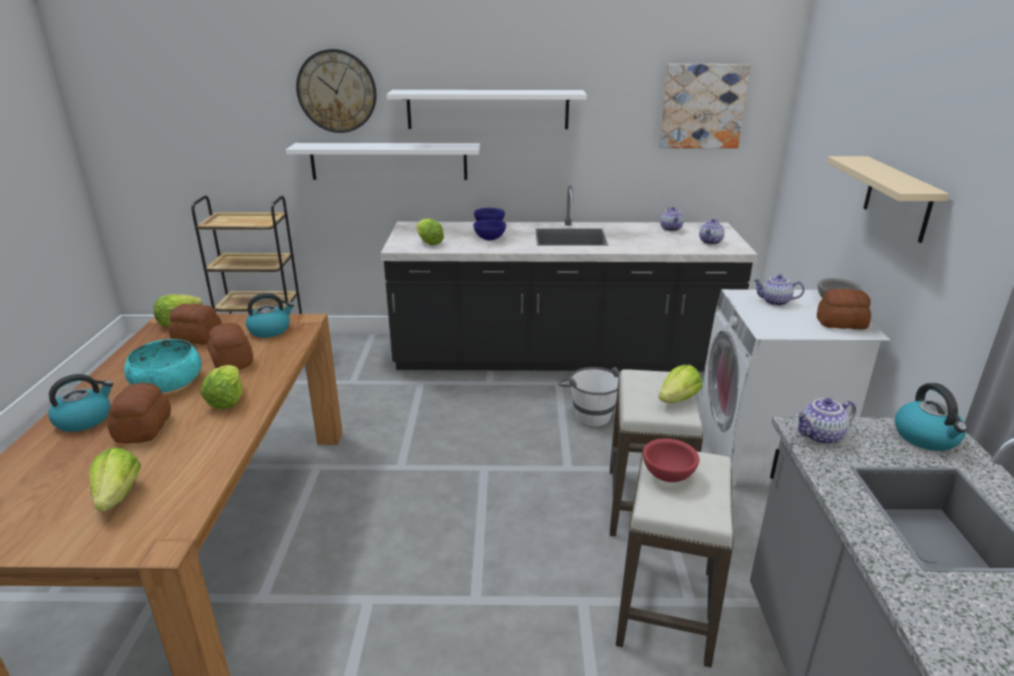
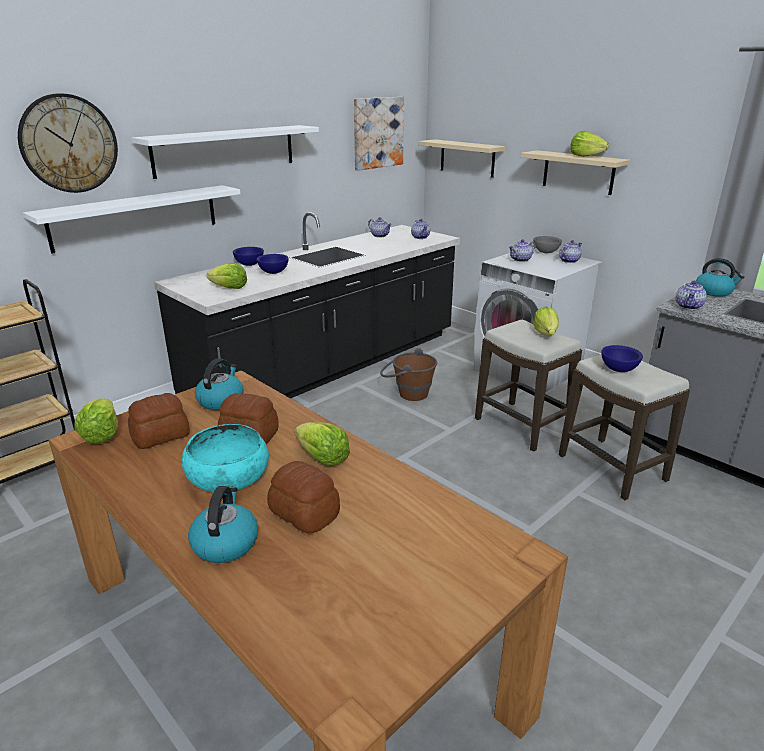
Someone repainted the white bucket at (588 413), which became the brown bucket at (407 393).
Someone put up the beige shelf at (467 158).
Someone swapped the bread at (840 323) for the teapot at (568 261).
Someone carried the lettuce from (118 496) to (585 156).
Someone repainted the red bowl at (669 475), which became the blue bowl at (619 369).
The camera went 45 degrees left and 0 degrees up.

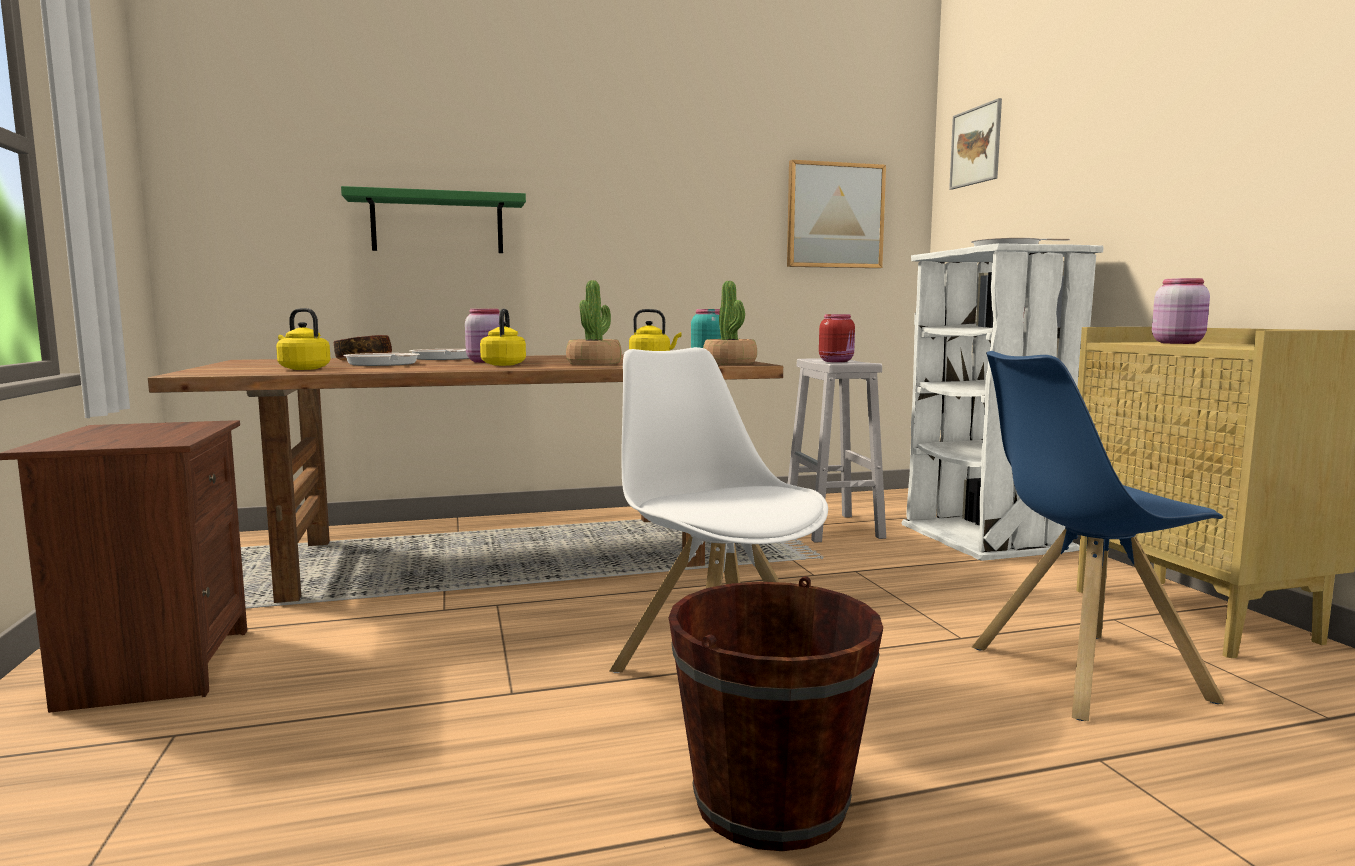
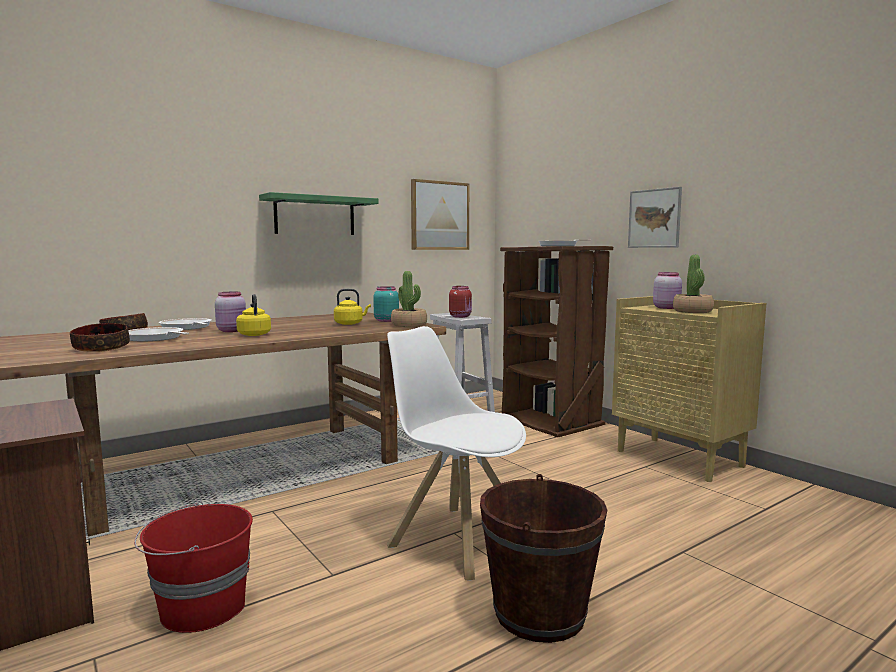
Someone swapped the yellow kettle at (302 369) for the bowl at (100 349).
Someone put down the red bucket at (201 608).
Someone carried the green shelf from (437 224) to (315 216).
Someone repainted the white bookcase at (986 537), which became the brown bookcase at (551 421).
Someone carried the picture from (975 146) to (654 218).
Someone carried the potted plant from (594 364) to (692 311).
Someone took away the blue chair at (1081 673).
The camera went 20 degrees left and 0 degrees up.

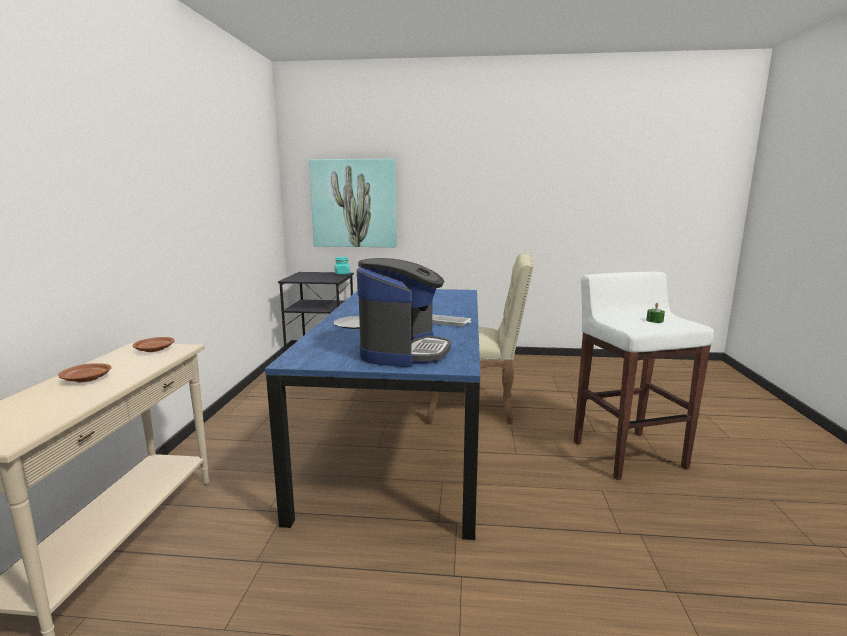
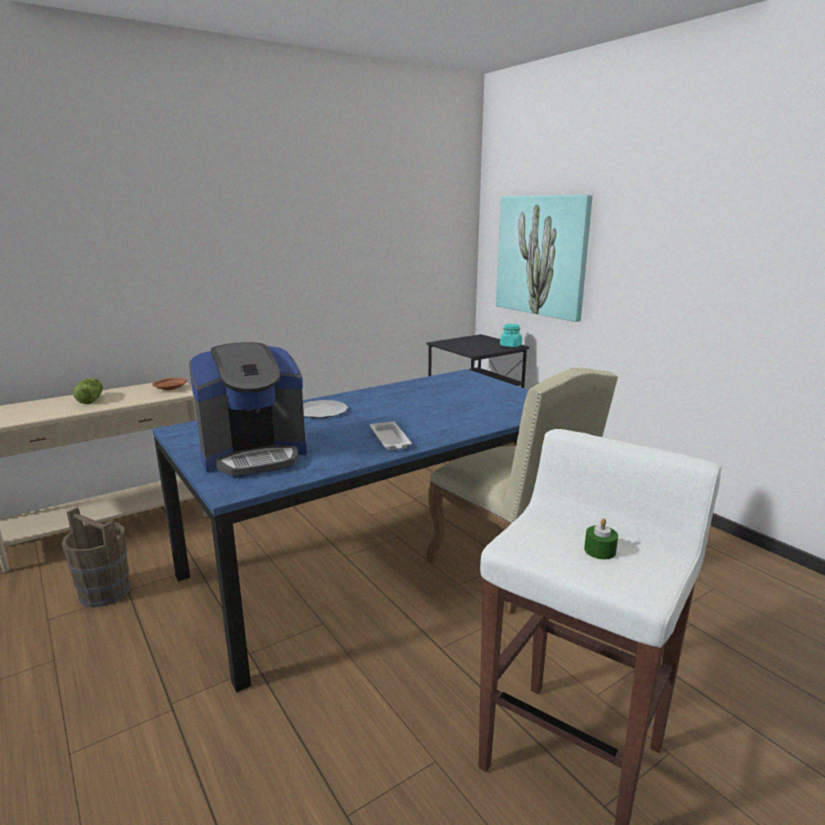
Someone put down the brown bucket at (105 592).
Someone swapped the brown plate at (87 379) for the lettuce at (92 399).
The camera went 50 degrees right and 5 degrees up.

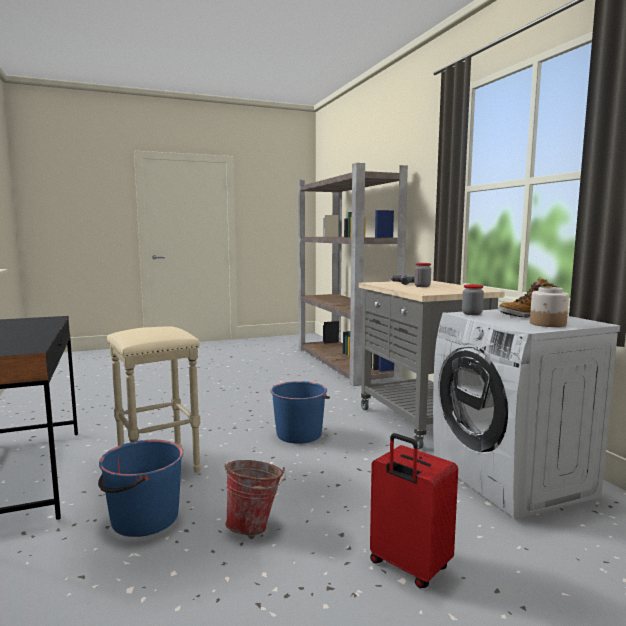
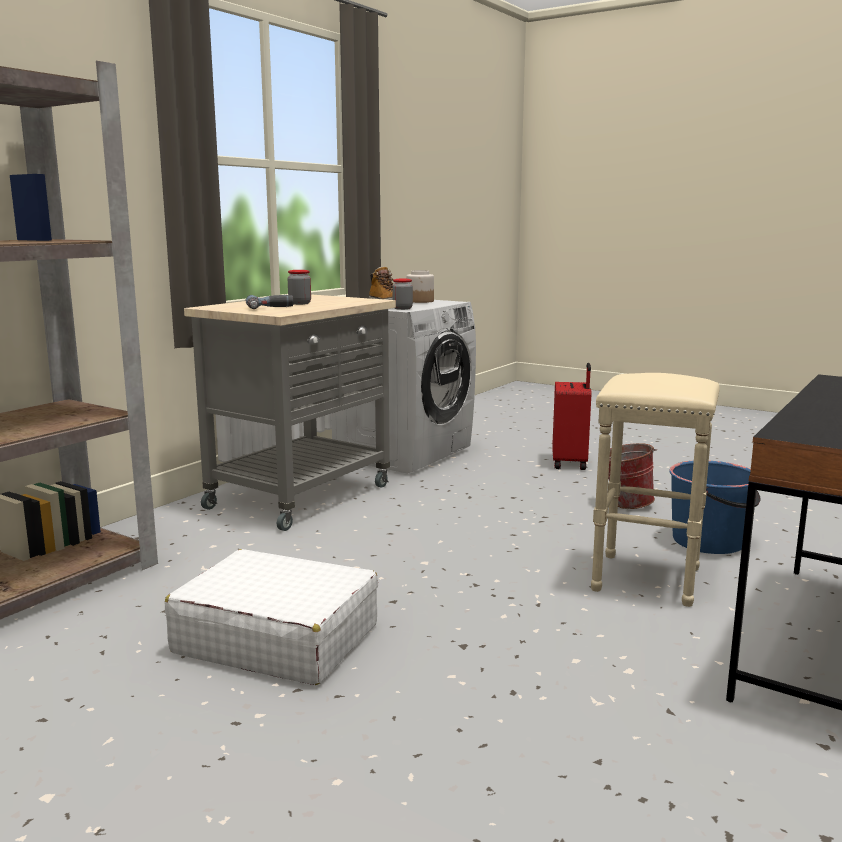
Someone put down the white suitcase at (276 638).
Someone took away the blue bucket at (299 434).
The camera went 125 degrees left and 5 degrees up.

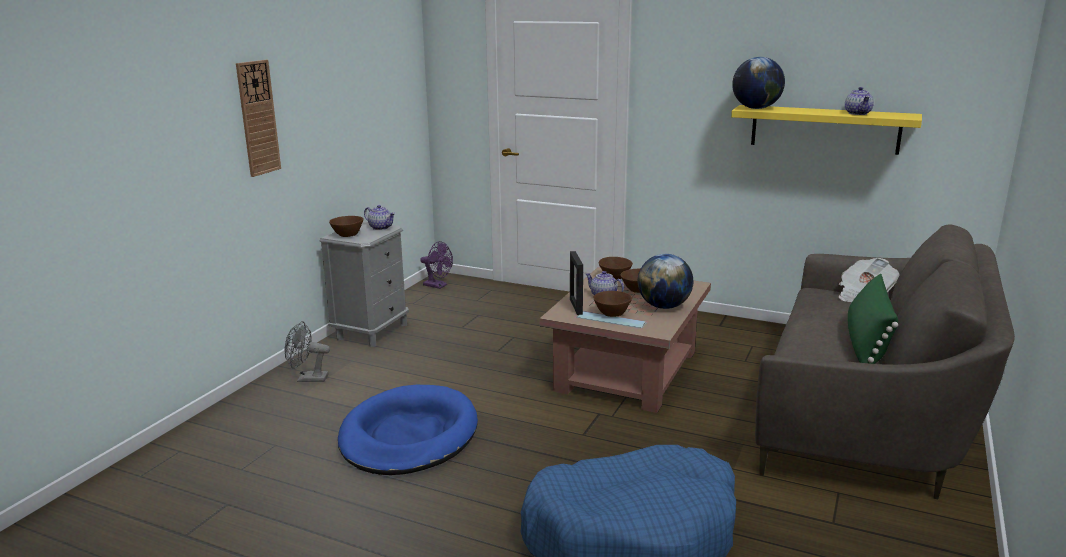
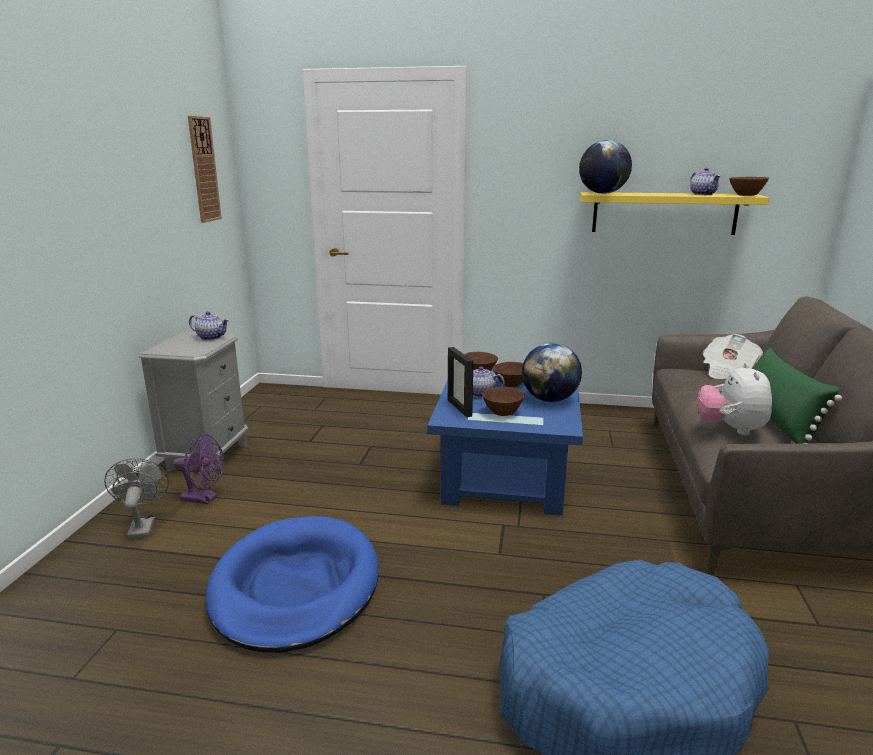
Someone rotated the grey fan at (307 379) by 90 degrees clockwise.
Someone carried the purple fan from (438 286) to (204 498).
Someone carried the wall clock from (258 118) to (204 169).
Someone repainted the brown coffee table at (627 371), which became the blue coffee table at (506 471).
Someone put down the plush toy at (730 429).
Someone carried the brown bowl from (347 234) to (745 195).
The camera went 15 degrees left and 0 degrees up.

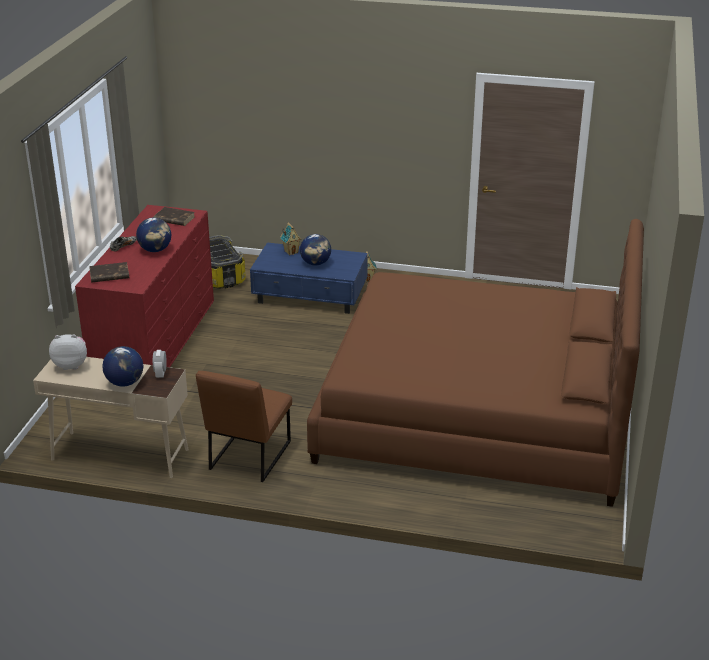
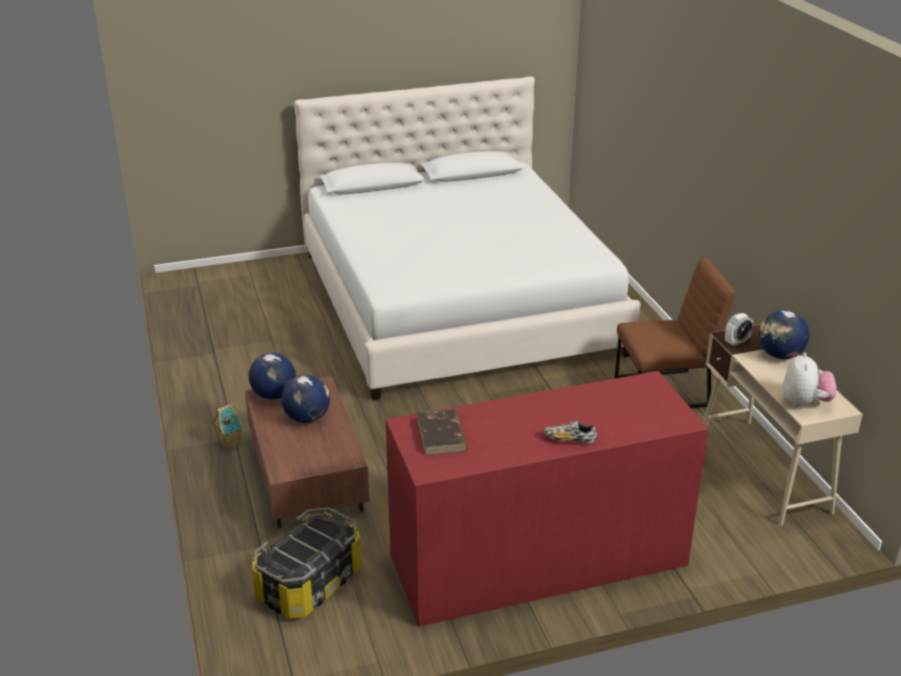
Someone repainted the blue coffee table at (311 295), which became the brown coffee table at (307 473).
Someone carried the globe from (155 250) to (274 395).
Someone repainted the brown bed at (477 411), which became the white bed at (457 301).
Someone rotated the plush toy at (71 365) by 135 degrees counterclockwise.
Someone took away the brown book at (109 275).
Someone took away the toy house at (291 252).
The camera went 120 degrees left and 0 degrees up.

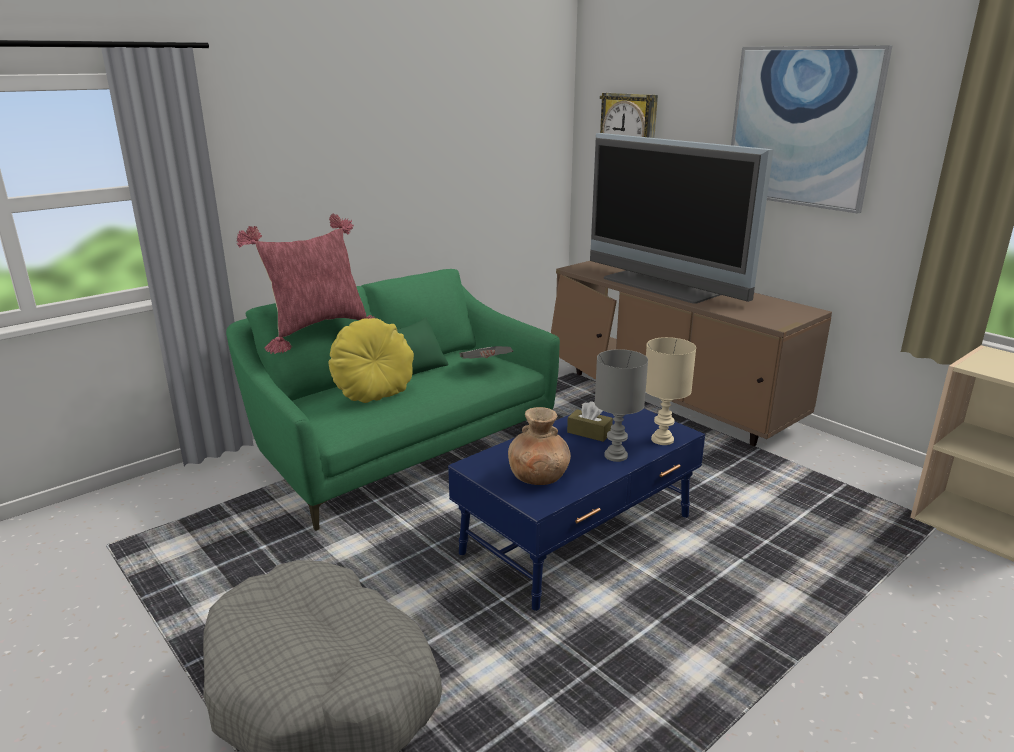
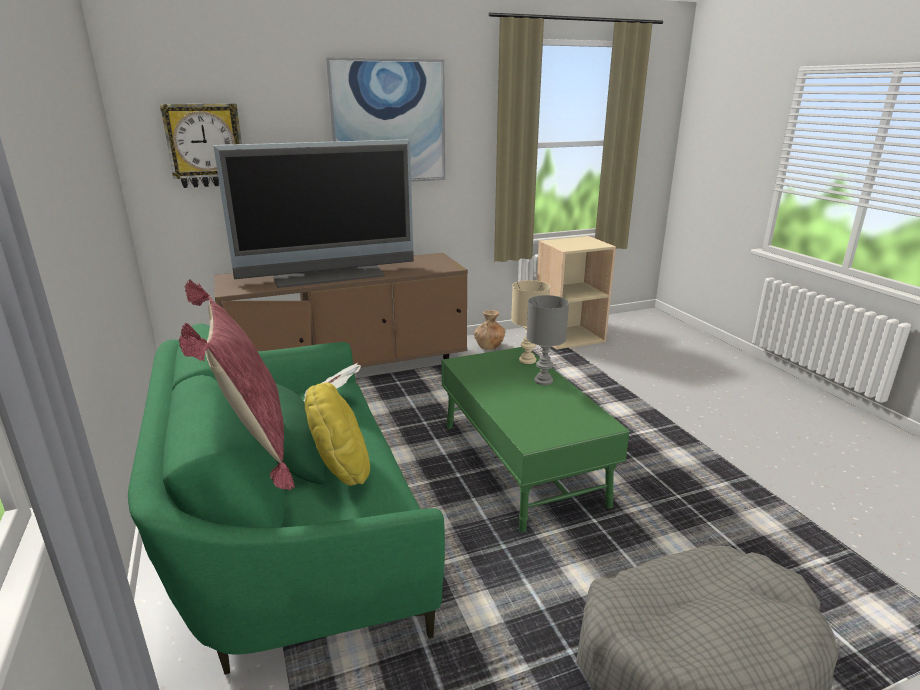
Someone repainted the blue coffee table at (578 534), which became the green coffee table at (520 463).
Someone carried the brown vase from (539 477) to (489 346).
Someone took away the brown tissue box at (589 433).
The camera went 70 degrees left and 0 degrees up.

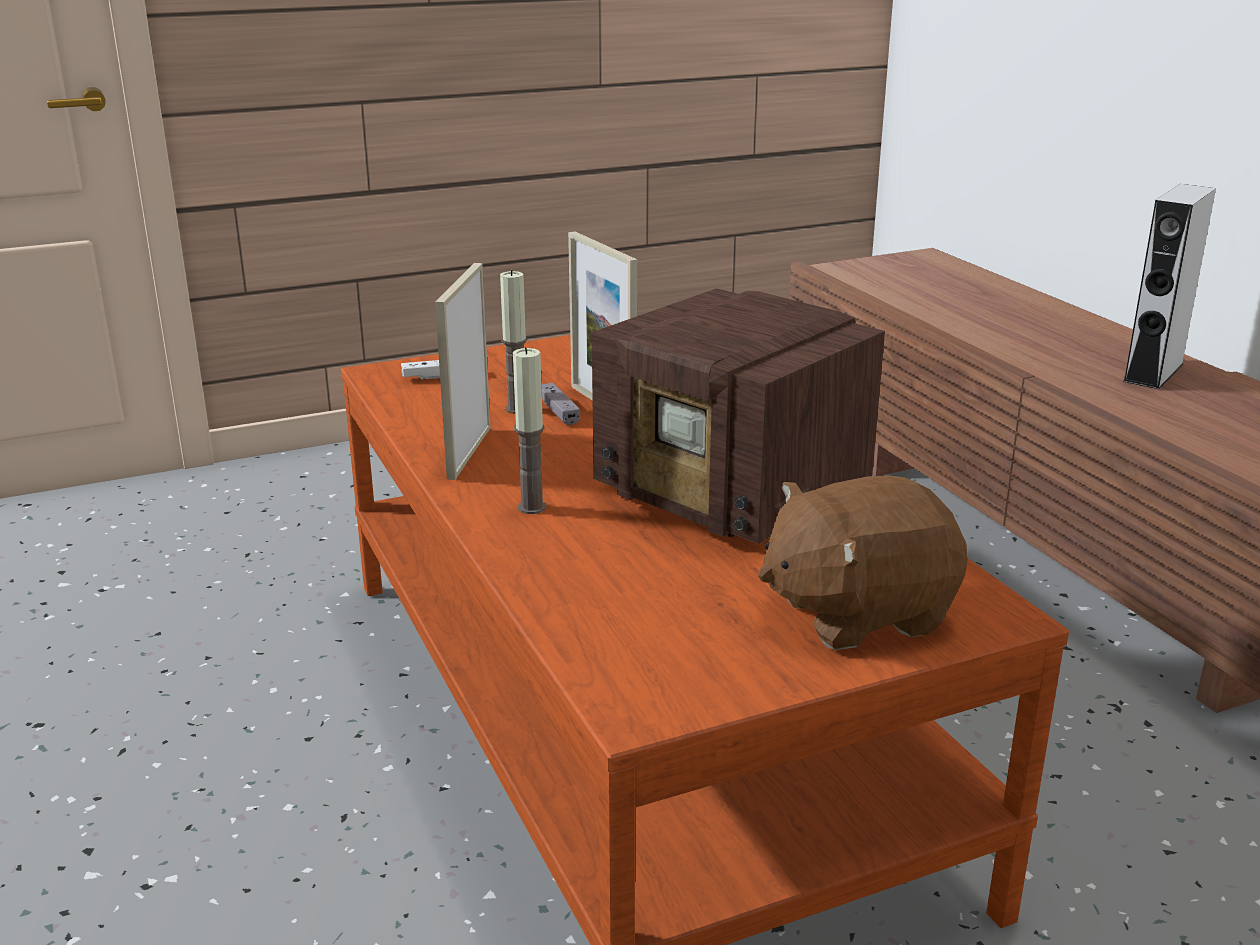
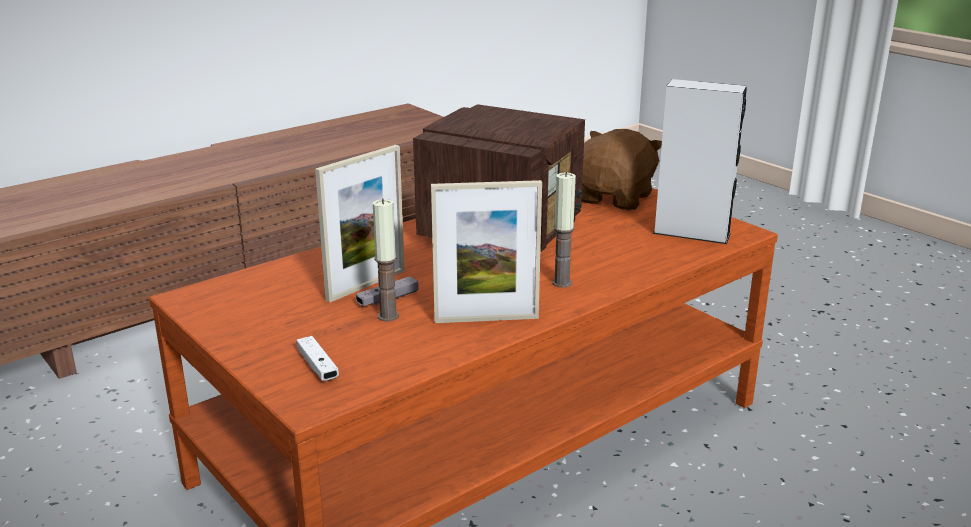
Someone rotated the brown plush toy at (856 612) by 120 degrees counterclockwise.
Someone carried the grey speaker from (1153 372) to (691 233).
The camera went 105 degrees left and 0 degrees up.

